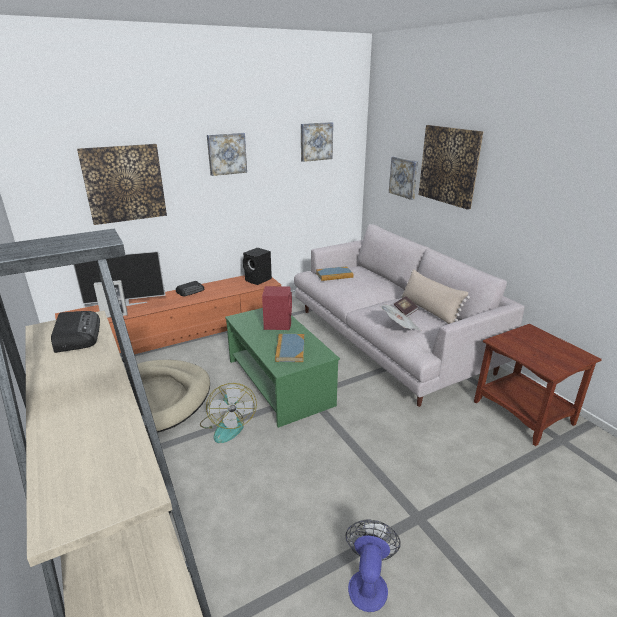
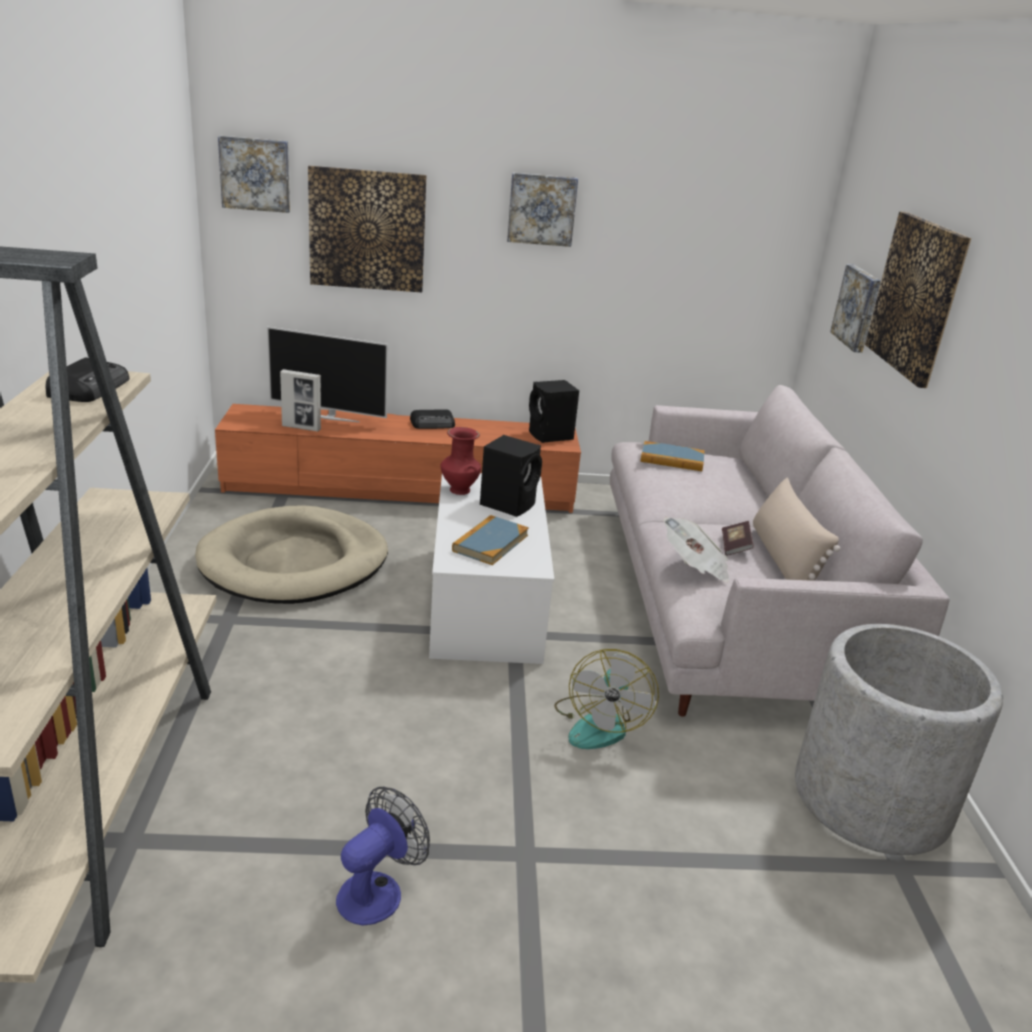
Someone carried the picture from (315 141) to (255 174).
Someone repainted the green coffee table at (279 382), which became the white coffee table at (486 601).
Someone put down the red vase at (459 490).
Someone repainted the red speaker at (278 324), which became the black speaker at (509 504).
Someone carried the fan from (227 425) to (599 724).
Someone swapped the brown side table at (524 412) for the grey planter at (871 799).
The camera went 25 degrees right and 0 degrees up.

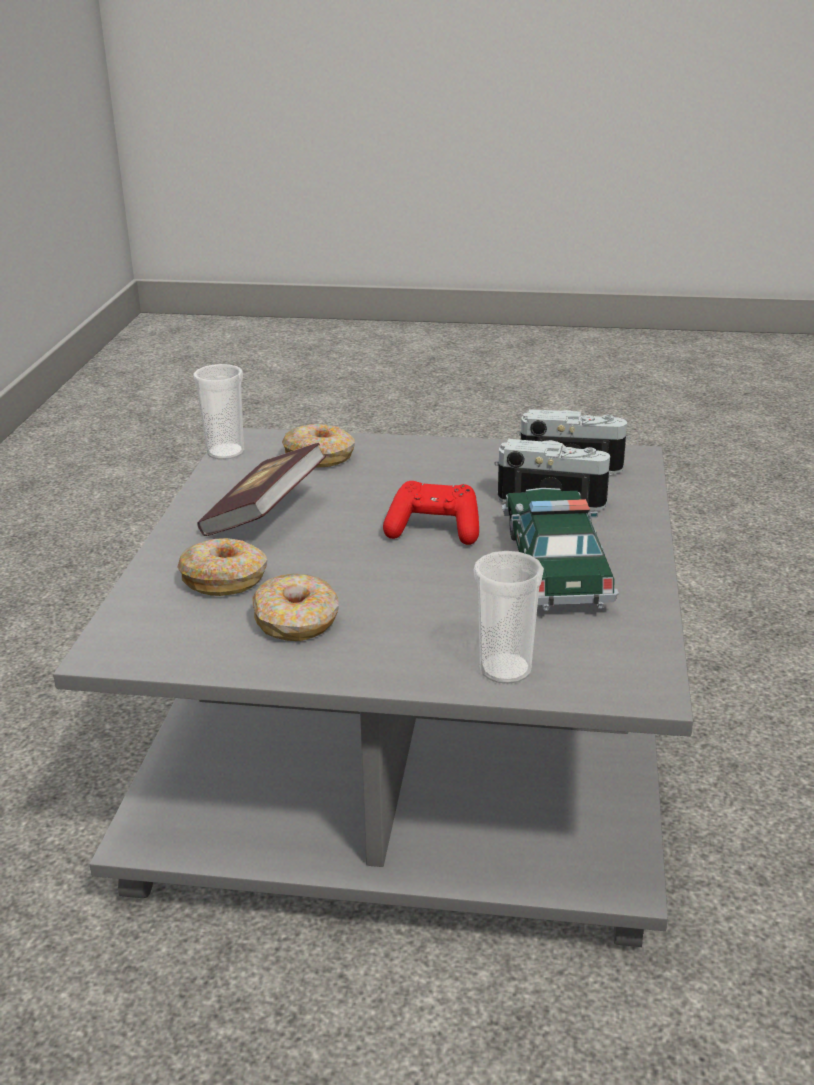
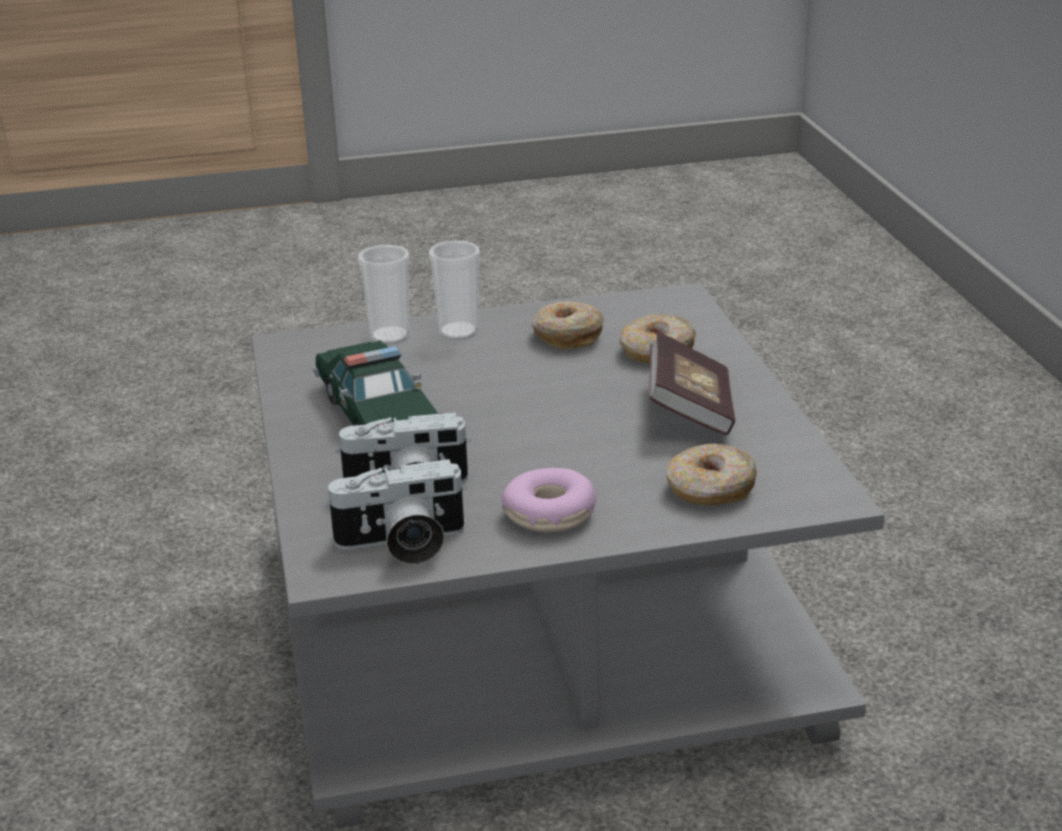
Someone carried the cup from (225 452) to (458 332).
Someone put down the donut at (550 514).
Someone took away the red game controller at (434 530).
The camera went 160 degrees right and 0 degrees up.

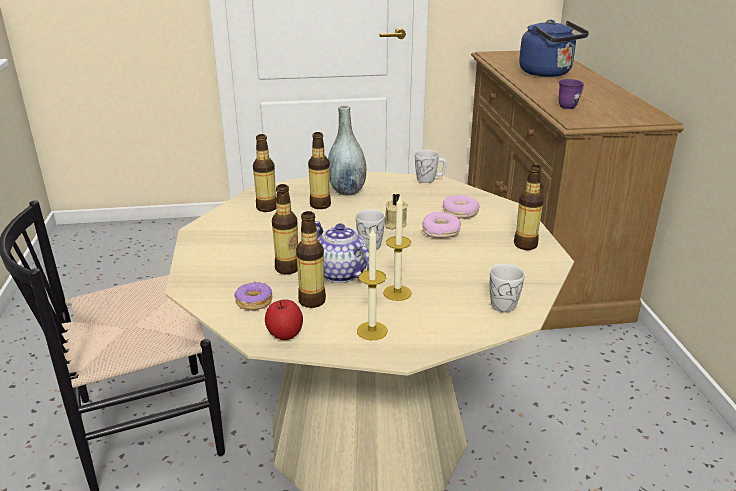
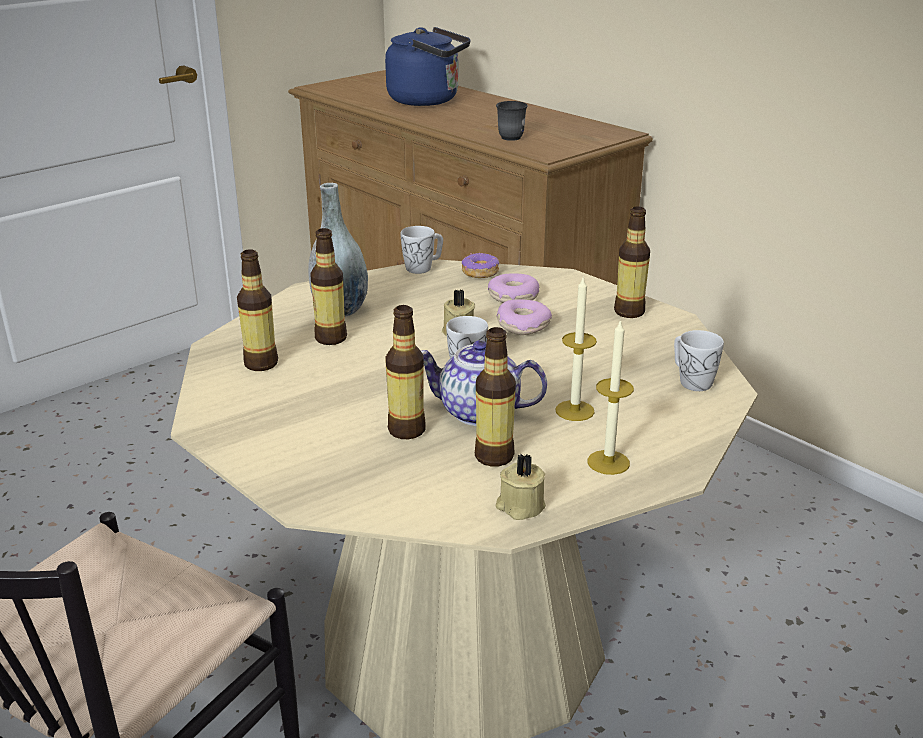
Someone carried the donut from (253 302) to (480 272).
Someone repainted the purple mug at (570 106), which became the grey mug at (512 136).
Someone swapped the apple at (285 334) for the beige candle at (520 506).
The camera went 35 degrees left and 0 degrees up.

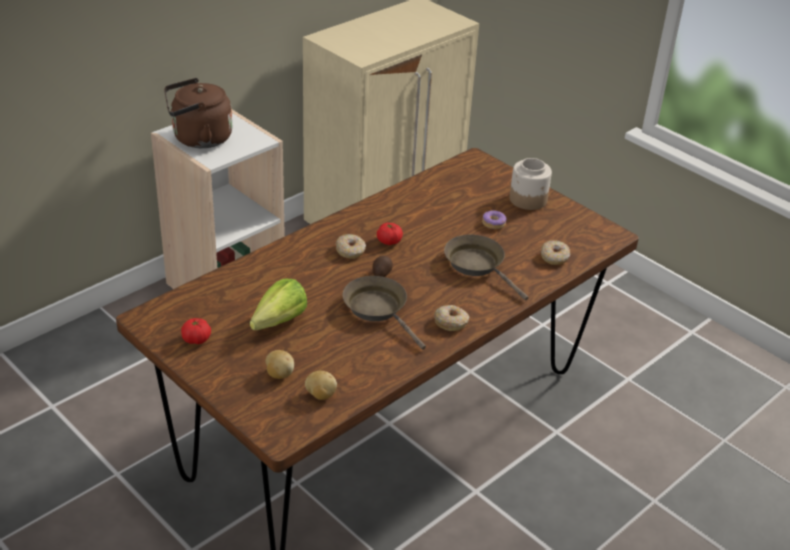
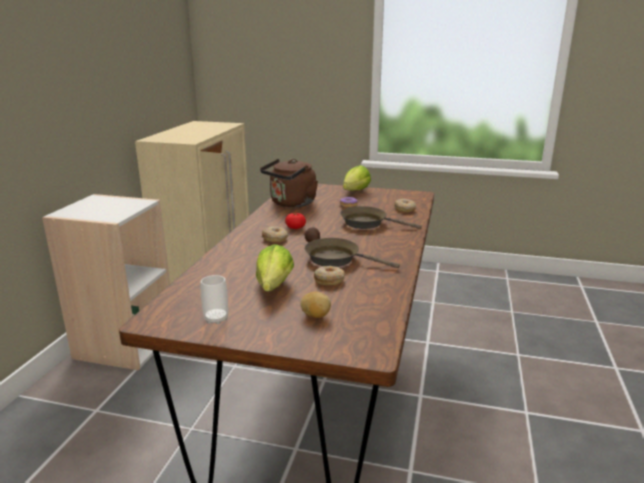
Someone swapped the tomato at (196 339) for the cup at (216 319).
Someone carried the brown kettle from (198 139) to (291 203).
Someone carried the donut from (451 322) to (329 280).
Someone swapped the jar at (528 200) for the lettuce at (353 192).
Someone took away the potato at (320 395).
The camera went 30 degrees left and 15 degrees down.

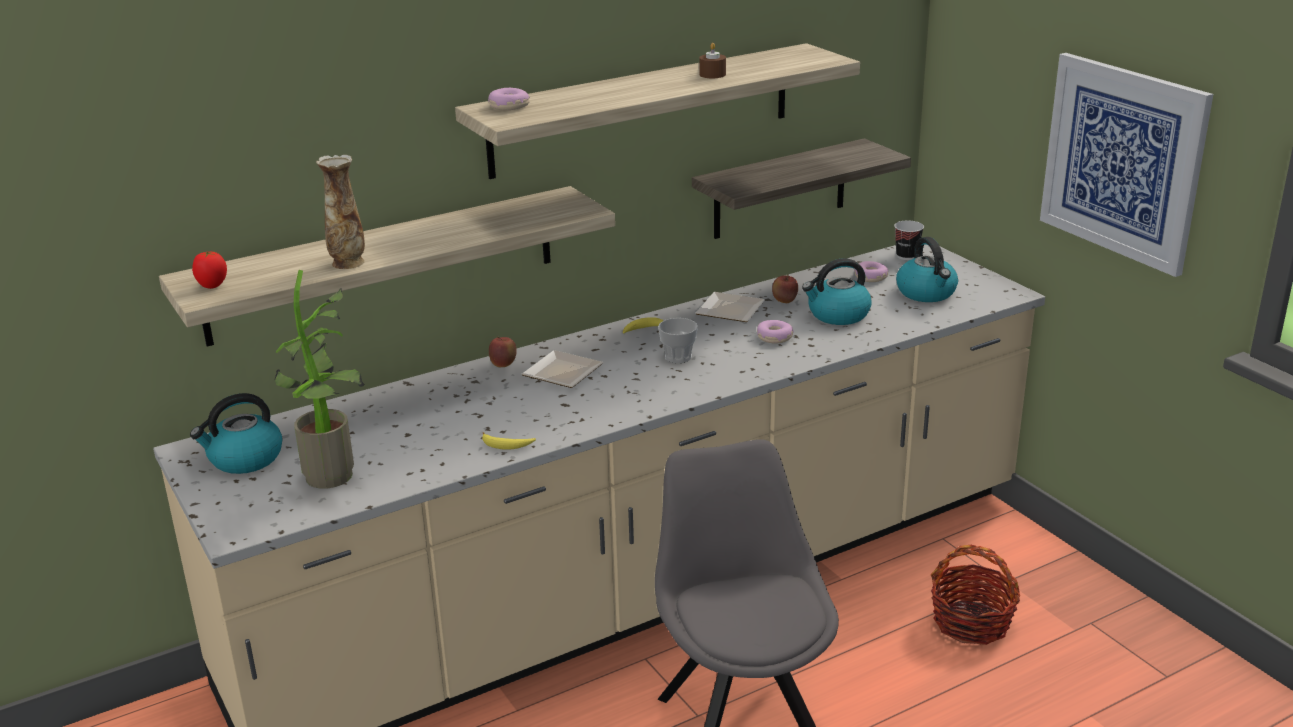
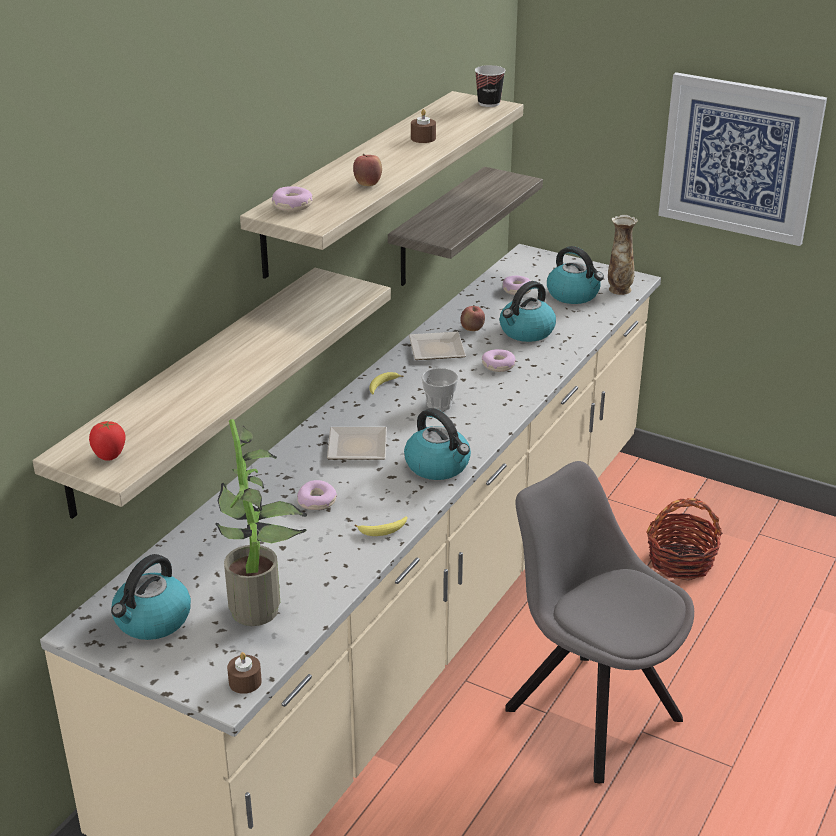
Someone put down the brown candle at (245 682).
Someone put down the donut at (317 501).
Someone carried the apple from (503 365) to (368 184).
Someone put down the kettle at (438 466).
Someone carried the cup from (907 256) to (489 103).
Someone carried the vase from (348 263) to (619 289).
The camera went 30 degrees left and 5 degrees up.

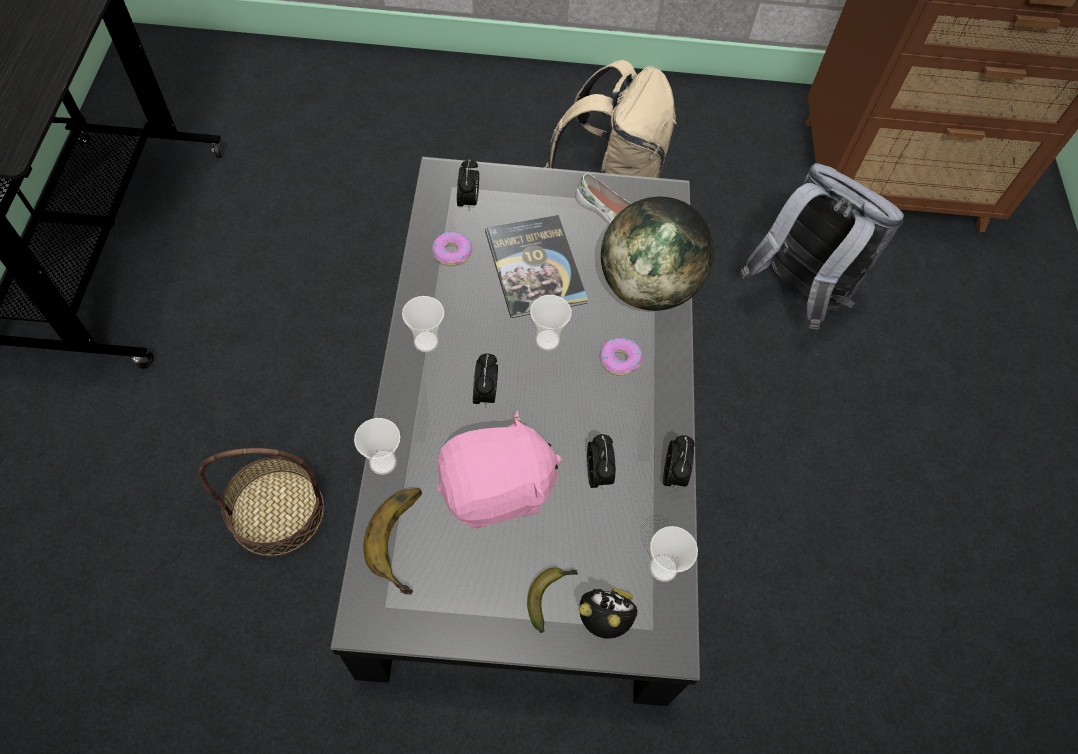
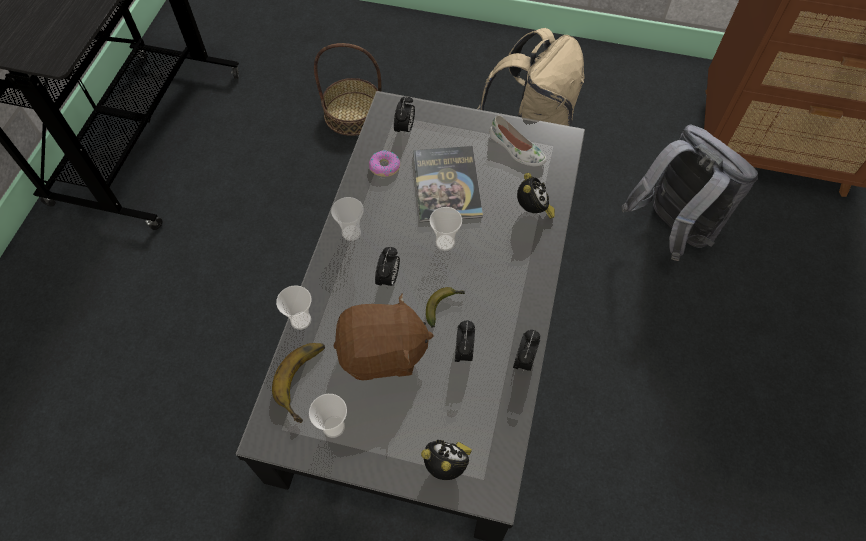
Someone carried the cup from (663 568) to (333 426).
Someone carried the basket from (277 511) to (353 113).
Someone repainted the pink plush toy at (497 490), which became the brown plush toy at (382 353).
Someone carried the banana from (550 595) to (443 306).
Someone swapped the globe at (647 287) for the alarm clock at (533 210).
Someone took away the donut at (620 360).
The camera went 15 degrees right and 0 degrees up.

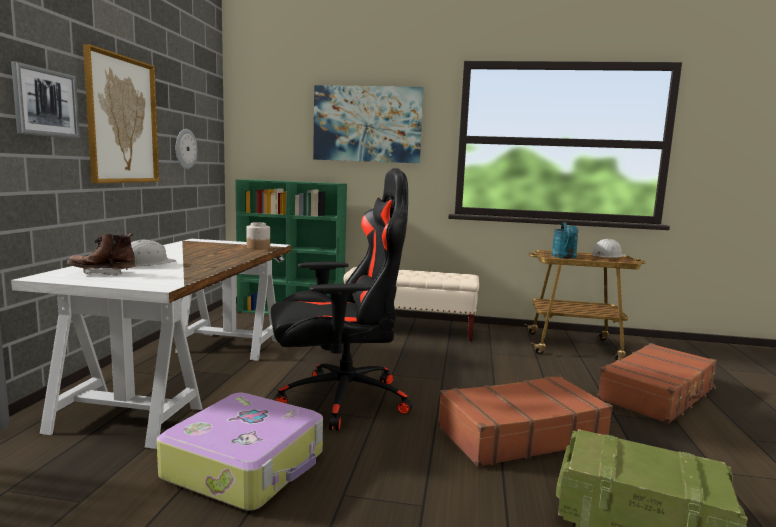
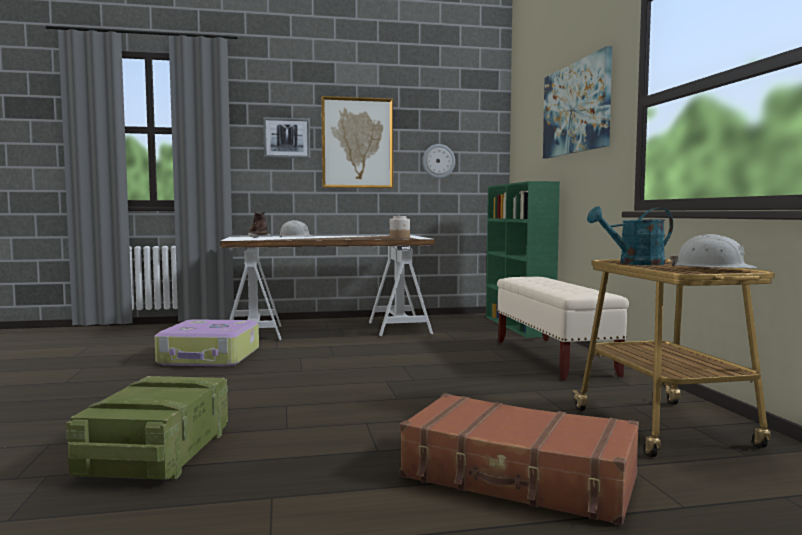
Someone took away the black office chair at (335 401).
Someone took away the brown suitcase at (520 434).
The camera went 70 degrees right and 5 degrees down.

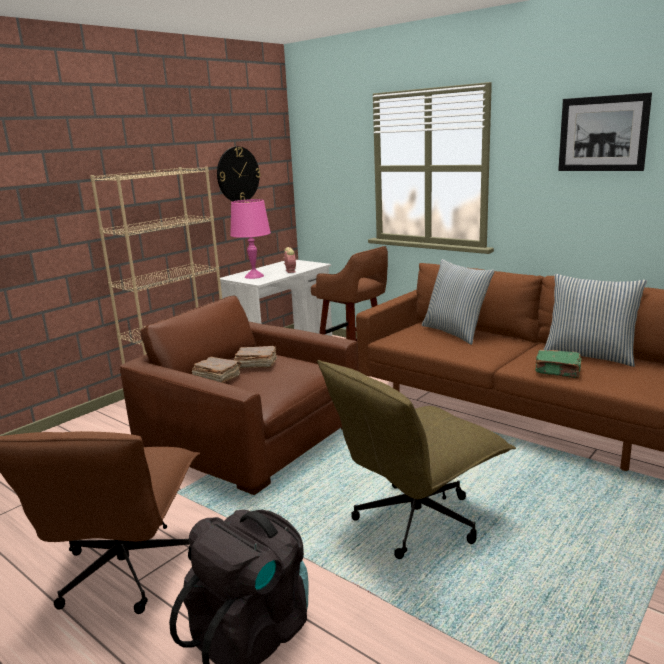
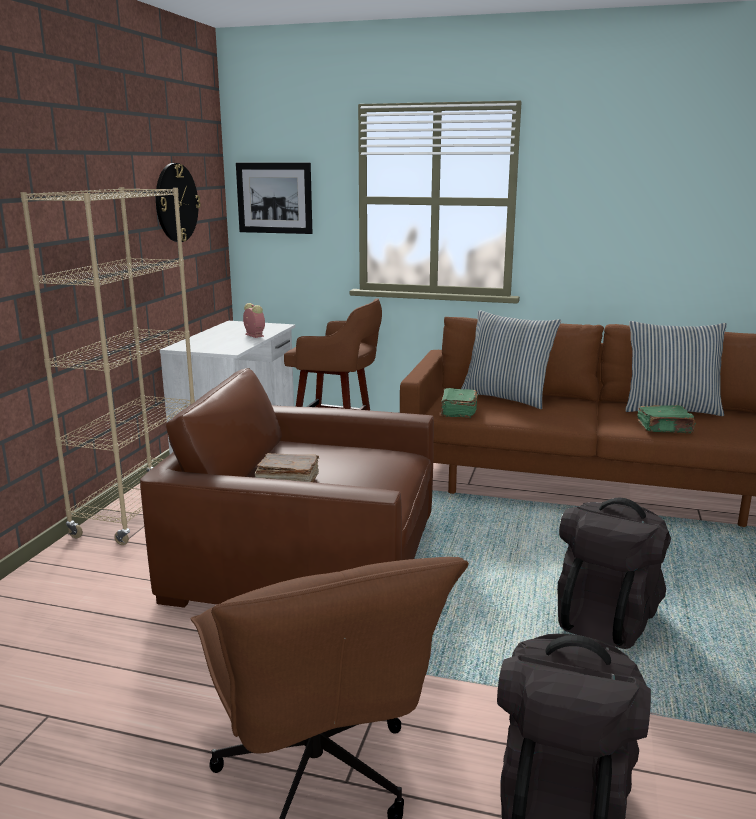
Someone carried the picture from (602 134) to (274 198).
Someone put down the green book at (458 411).
Someone swapped the beige office chair at (418 519) for the black backpack at (606 617).
Someone took away the pink table lamp at (254 276).
Someone took away the brown book at (255 365).
The camera went 25 degrees left and 0 degrees up.

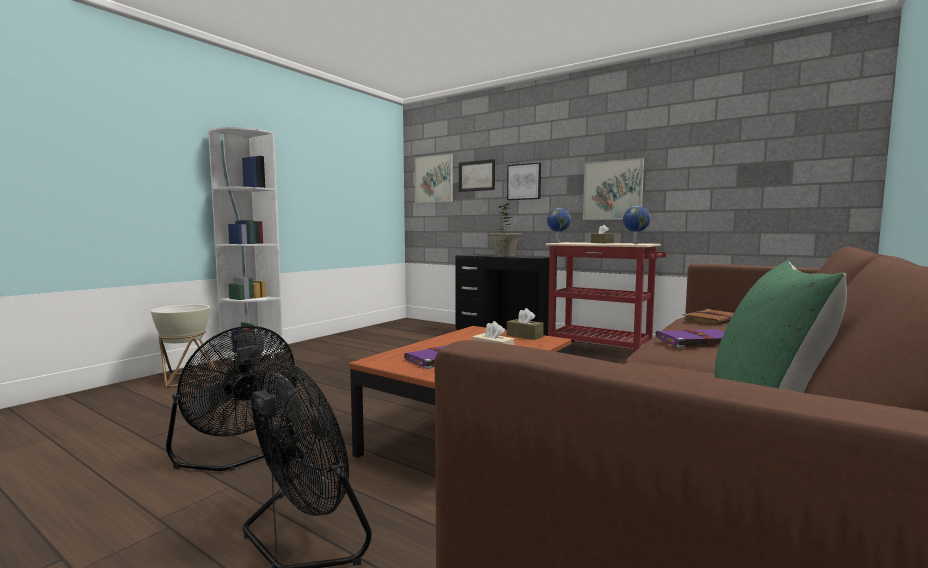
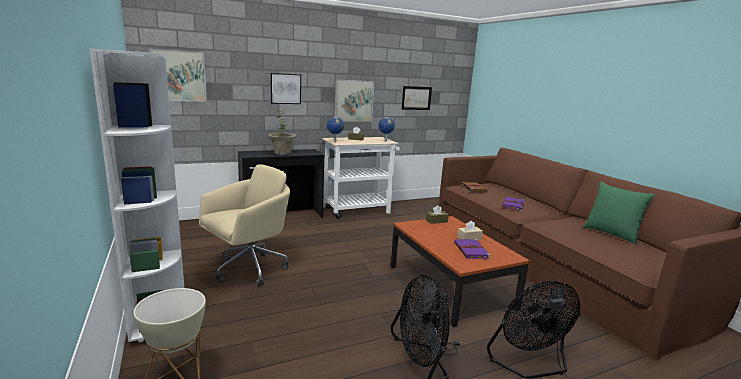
Someone put down the beige office chair at (248 271).
Someone repainted the red cart at (601 351), which became the white cart at (358 210).
Someone carried the picture from (476 176) to (416 98).
The camera went 60 degrees left and 10 degrees up.

